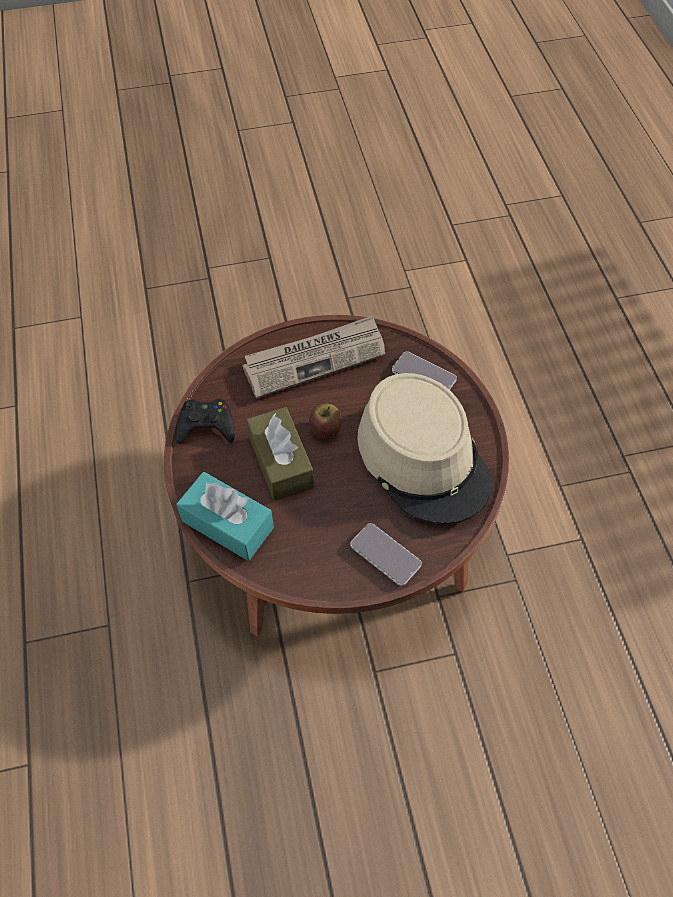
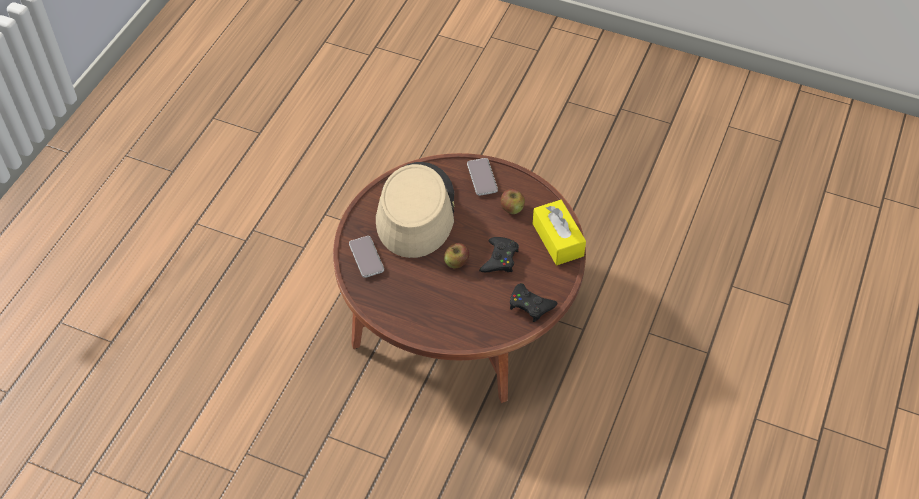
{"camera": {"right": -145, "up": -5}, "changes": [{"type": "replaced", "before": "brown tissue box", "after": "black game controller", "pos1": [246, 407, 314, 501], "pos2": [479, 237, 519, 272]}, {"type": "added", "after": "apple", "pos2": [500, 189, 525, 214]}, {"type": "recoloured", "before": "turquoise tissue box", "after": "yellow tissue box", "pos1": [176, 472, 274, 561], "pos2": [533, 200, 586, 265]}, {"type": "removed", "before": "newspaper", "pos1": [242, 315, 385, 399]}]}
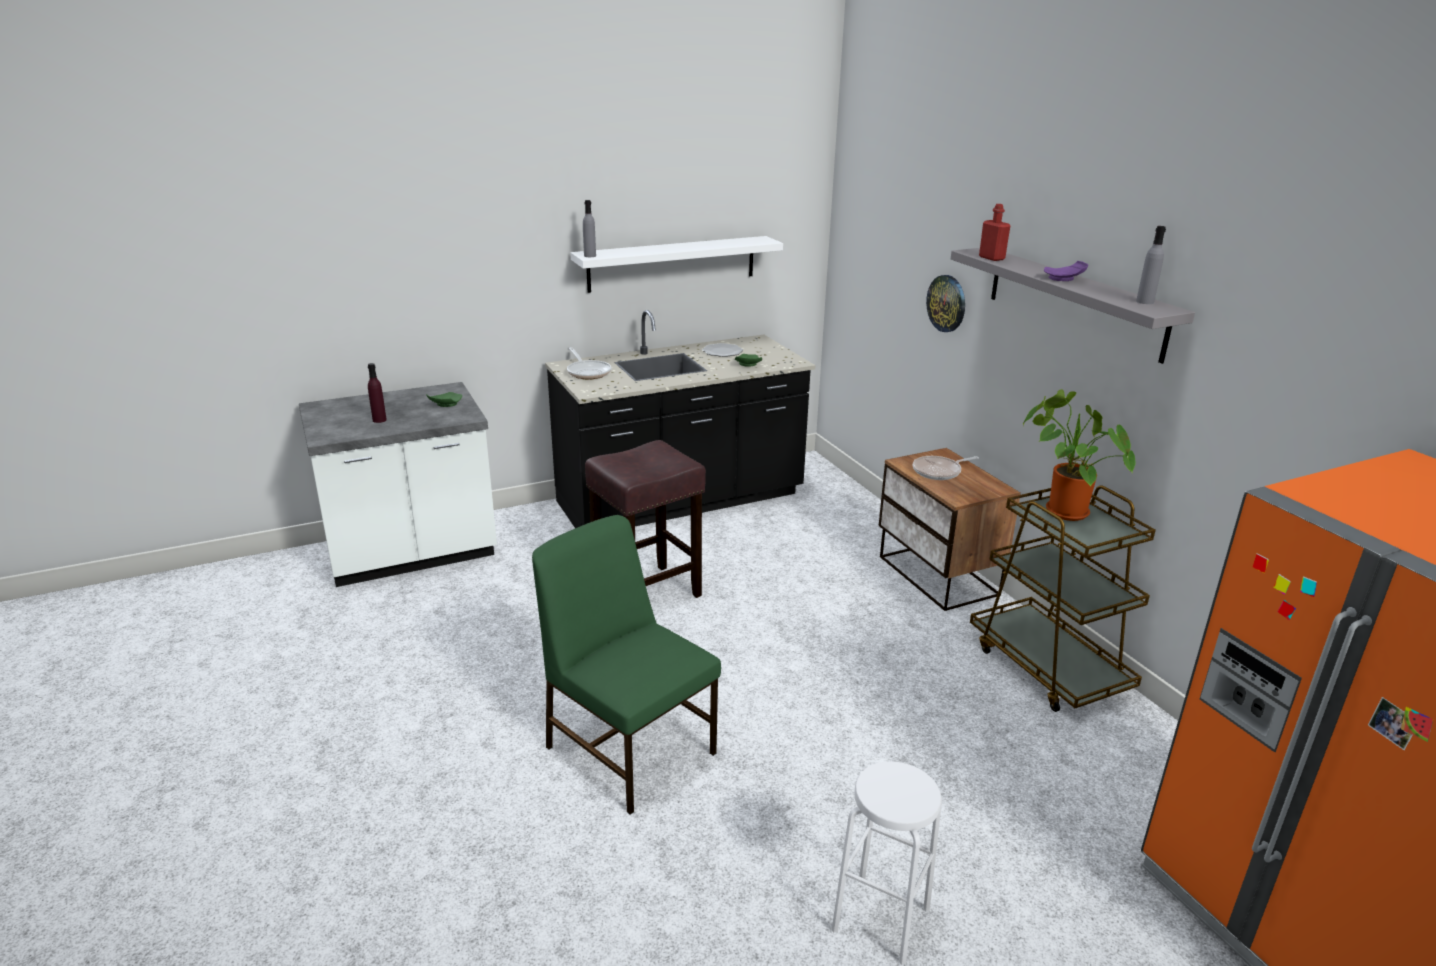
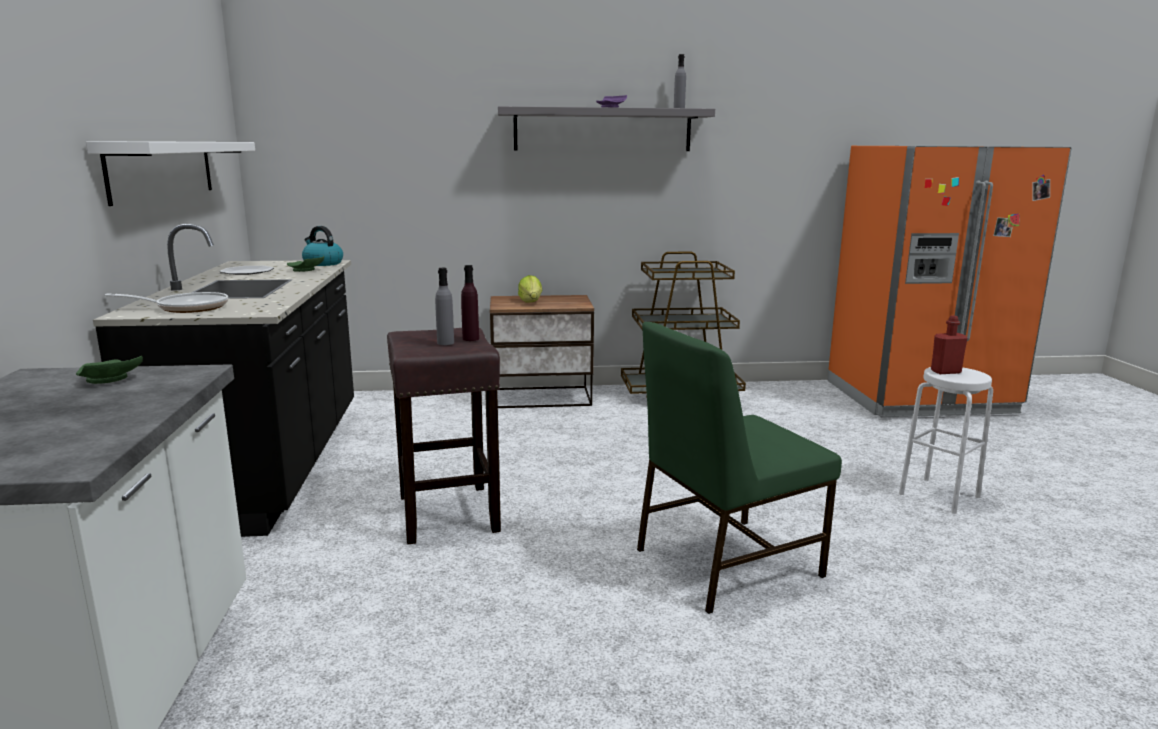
{"camera": {"right": -70, "up": -10}, "changes": [{"type": "added", "after": "kettle", "pos2": [302, 226, 343, 266]}, {"type": "moved", "before": "grey bottle", "pos1": [583, 200, 596, 257], "pos2": [435, 268, 454, 345]}, {"type": "moved", "before": "purple bottle", "pos1": [368, 363, 387, 423], "pos2": [461, 265, 479, 341]}, {"type": "replaced", "before": "frying pan", "after": "lettuce", "pos1": [913, 456, 979, 480], "pos2": [518, 275, 542, 303]}, {"type": "moved", "before": "red bottle", "pos1": [979, 204, 1011, 261], "pos2": [931, 316, 968, 374]}, {"type": "removed", "before": "wall clock", "pos1": [926, 275, 965, 332]}, {"type": "removed", "before": "potted plant", "pos1": [1023, 389, 1136, 521]}]}
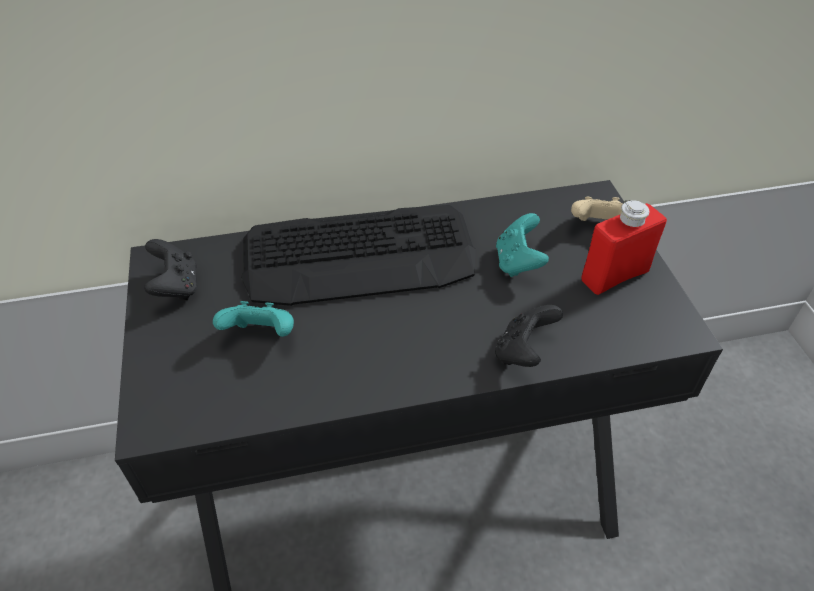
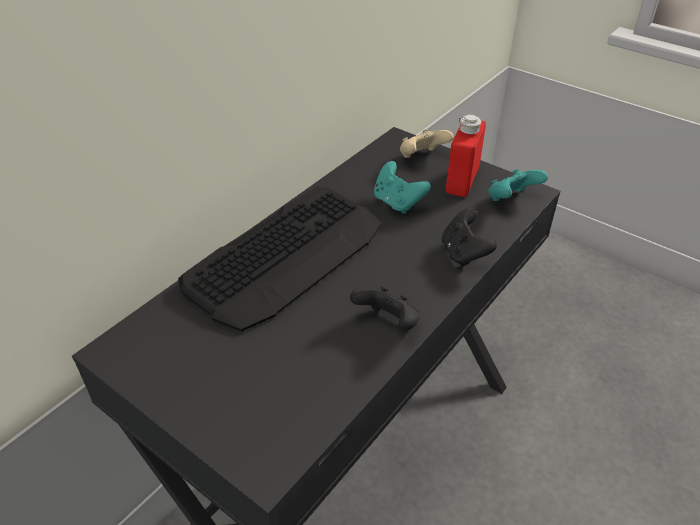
{"camera": {"right": -40, "up": -5}, "changes": [{"type": "moved", "before": "black game controller", "pos1": [144, 239, 198, 300], "pos2": [350, 287, 420, 330]}, {"type": "moved", "before": "turquoise game controller", "pos1": [213, 301, 294, 337], "pos2": [489, 169, 548, 201]}]}
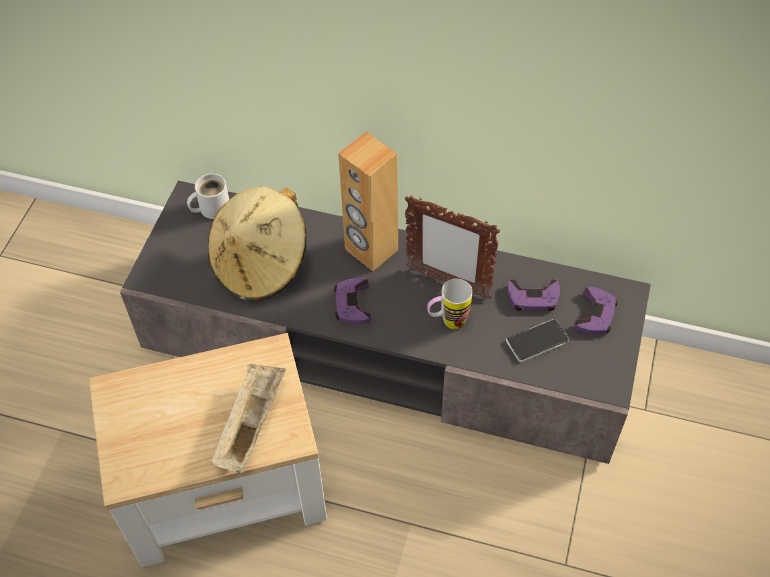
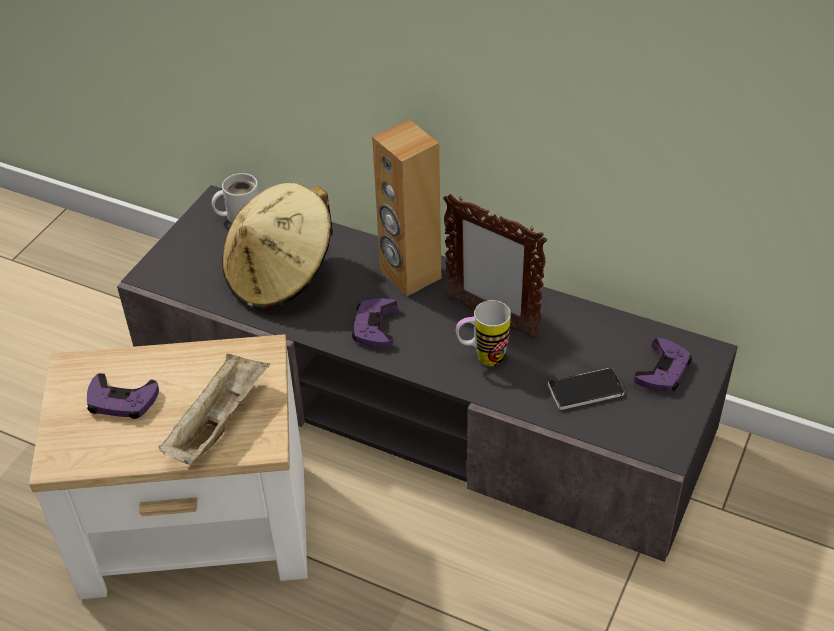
{"camera": {"right": 10, "up": -10}, "changes": [{"type": "moved", "before": "purple game controller", "pos1": [508, 279, 560, 311], "pos2": [87, 373, 159, 419]}]}
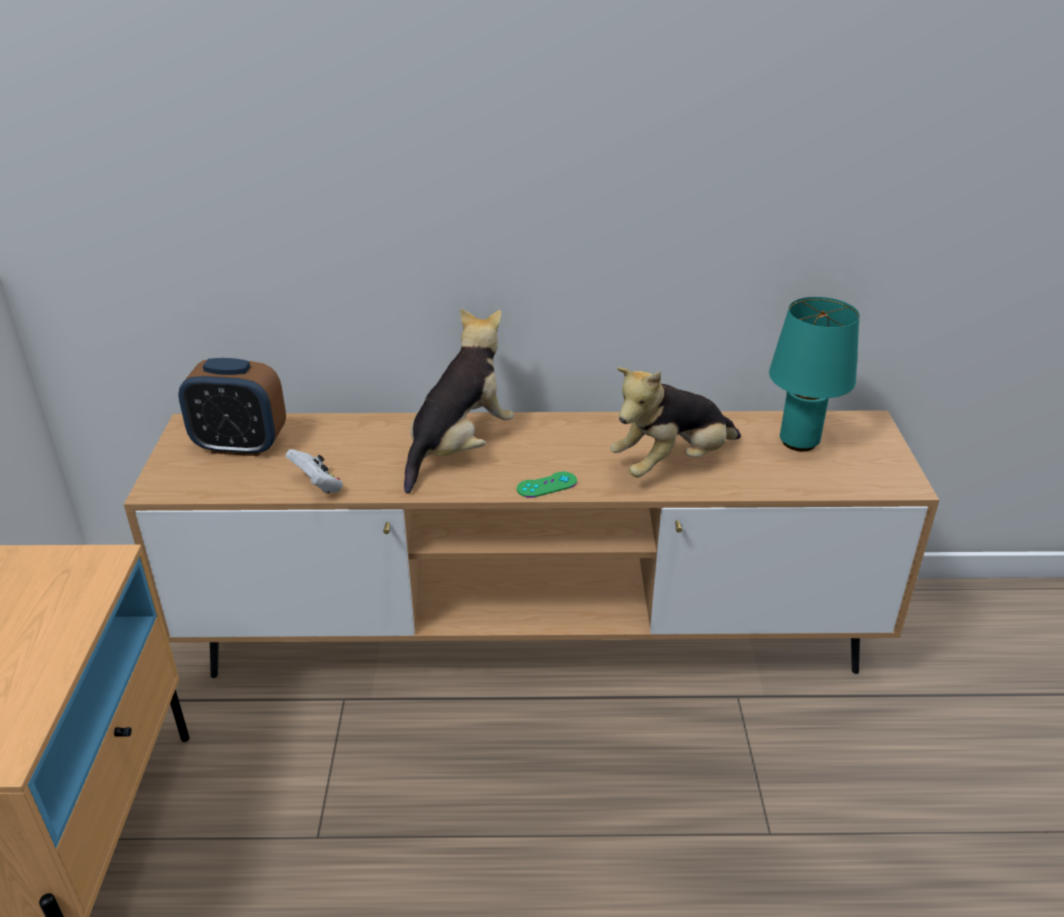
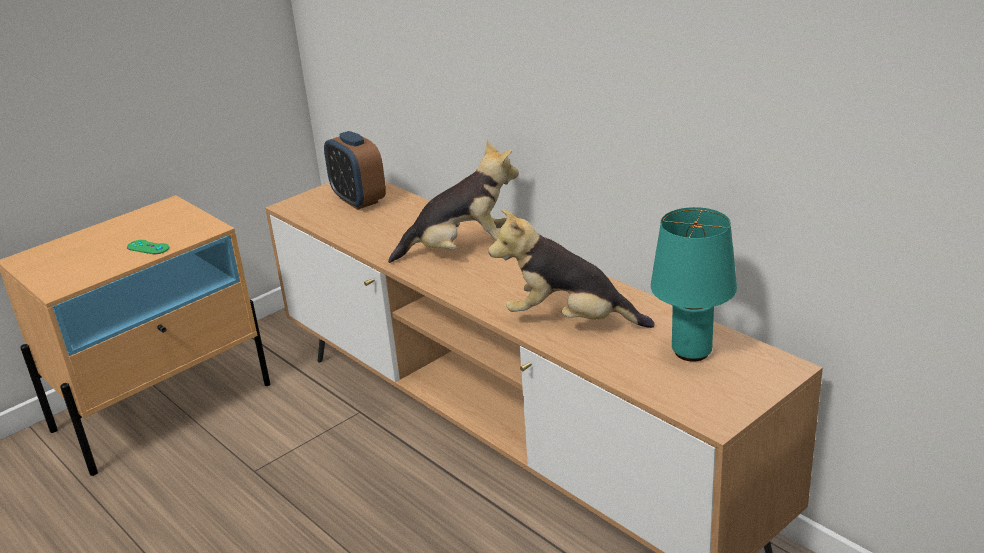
{"camera": {"right": 50, "up": -5}, "changes": [{"type": "moved", "before": "green game controller", "pos1": [517, 472, 577, 498], "pos2": [127, 240, 169, 254]}, {"type": "removed", "before": "white game controller", "pos1": [286, 449, 343, 494]}]}
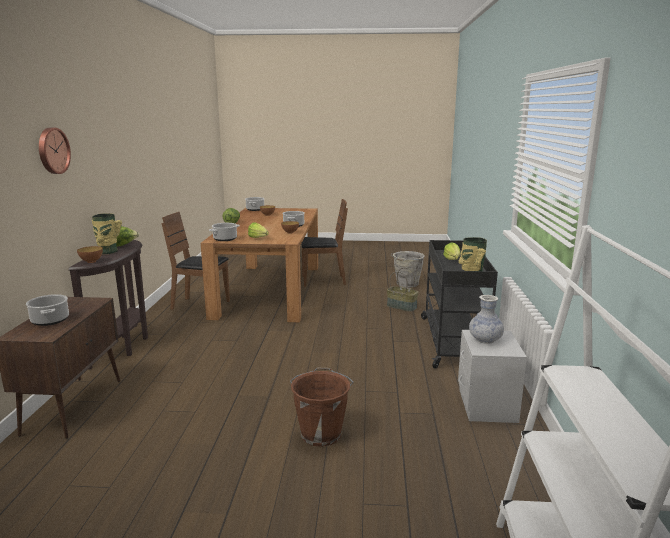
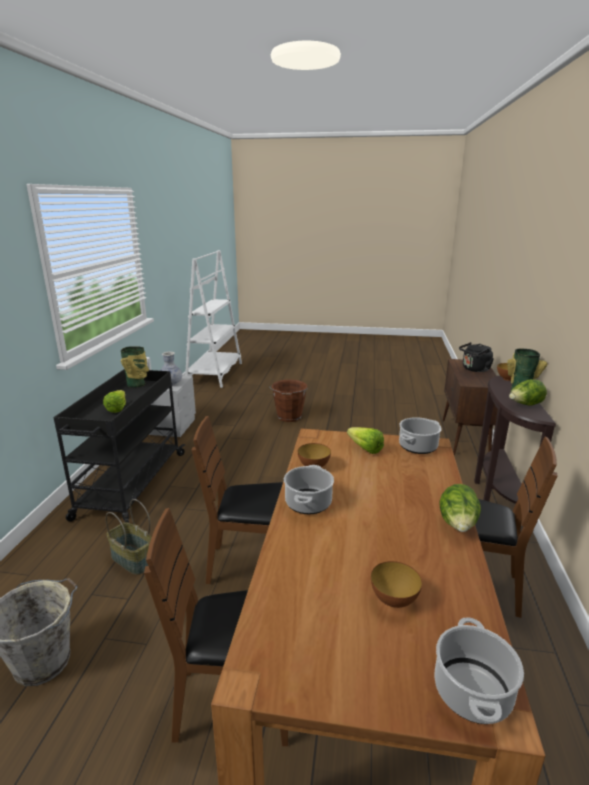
{"camera": {"right": -175, "up": 5}, "changes": [{"type": "added", "after": "brown chair", "pos2": [192, 416, 283, 584]}, {"type": "replaced", "before": "cooking pot", "after": "black kettle", "pos1": [26, 294, 69, 326], "pos2": [459, 342, 494, 372]}, {"type": "removed", "before": "wall clock", "pos1": [39, 128, 71, 174]}]}
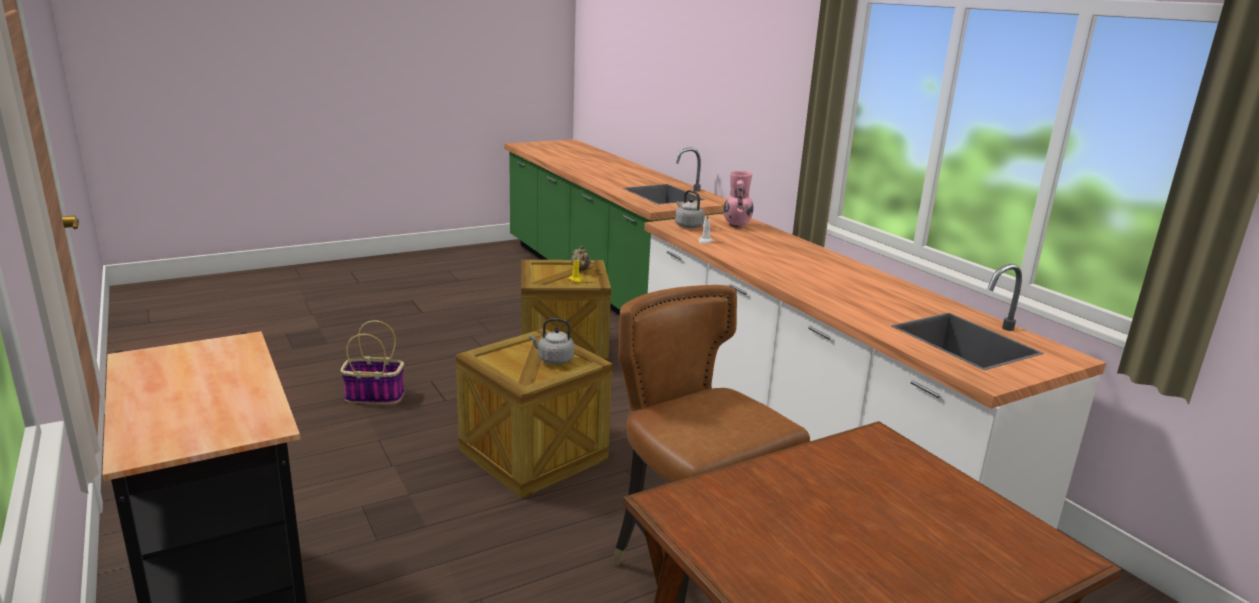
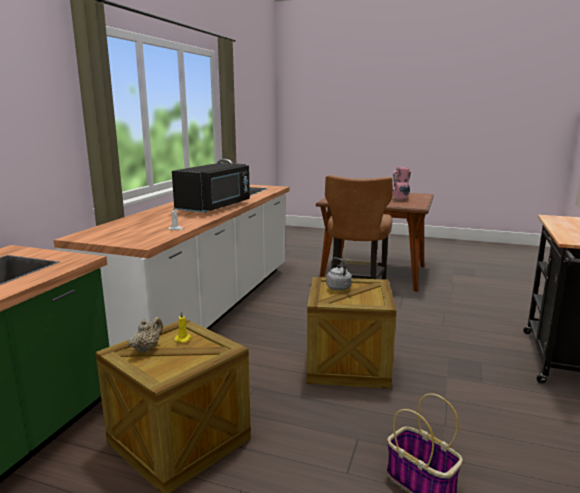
{"camera": {"right": -130, "up": -5}, "changes": [{"type": "added", "after": "black microwave", "pos2": [172, 163, 250, 213]}, {"type": "moved", "before": "pink vase", "pos1": [724, 171, 753, 228], "pos2": [392, 167, 411, 201]}, {"type": "removed", "before": "grey kettle", "pos1": [675, 190, 705, 228]}]}
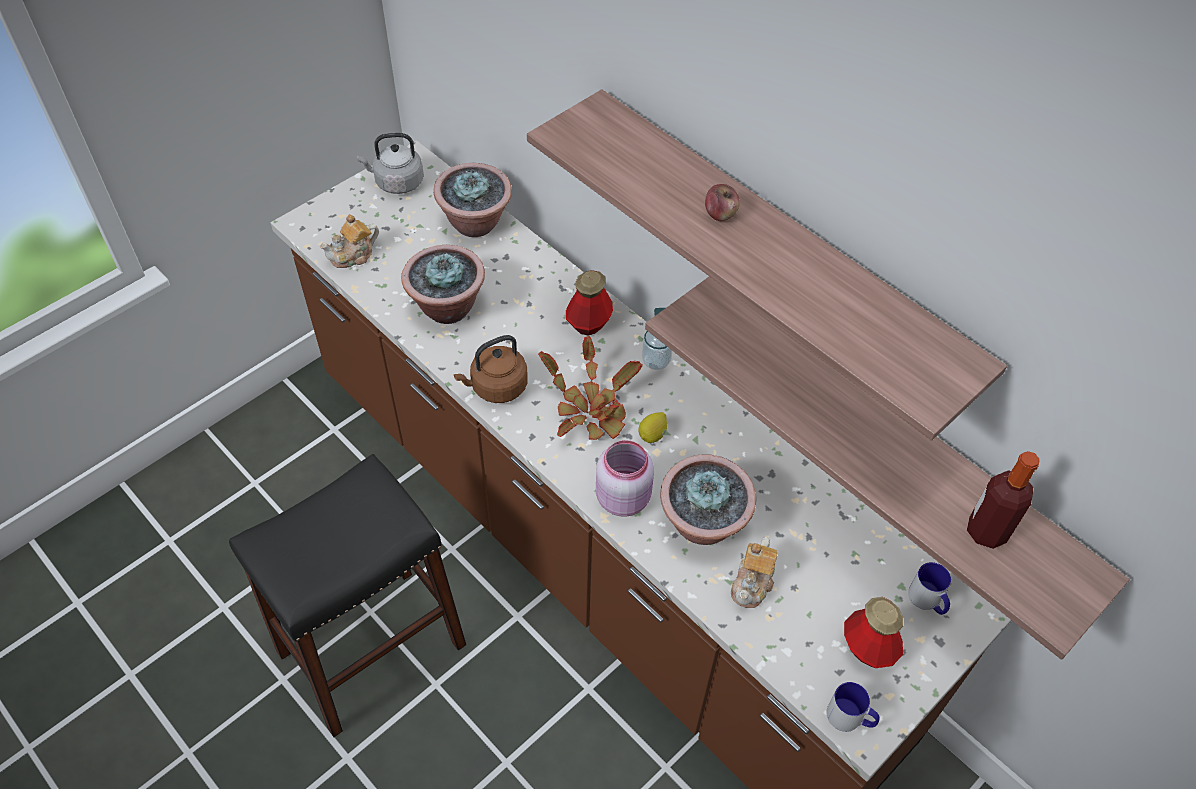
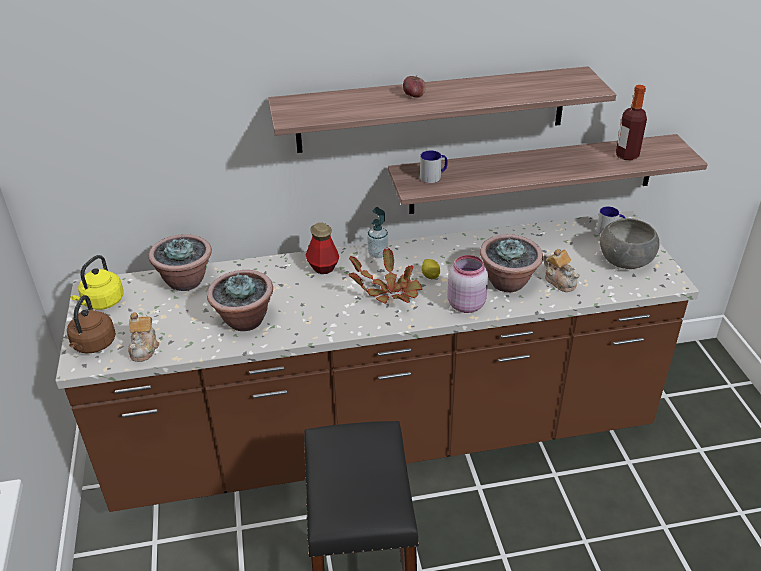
{"camera": {"right": -55, "up": -15}, "changes": [{"type": "moved", "before": "brown kettle", "pos1": [454, 335, 528, 403], "pos2": [67, 295, 116, 353]}, {"type": "recoloured", "before": "grey kettle", "after": "yellow kettle", "pos1": [357, 133, 424, 194], "pos2": [70, 255, 124, 310]}, {"type": "moved", "before": "mug", "pos1": [827, 682, 879, 732], "pos2": [420, 150, 448, 183]}, {"type": "replaced", "before": "bottle", "after": "grey bowl", "pos1": [844, 597, 903, 668], "pos2": [600, 218, 659, 269]}]}
